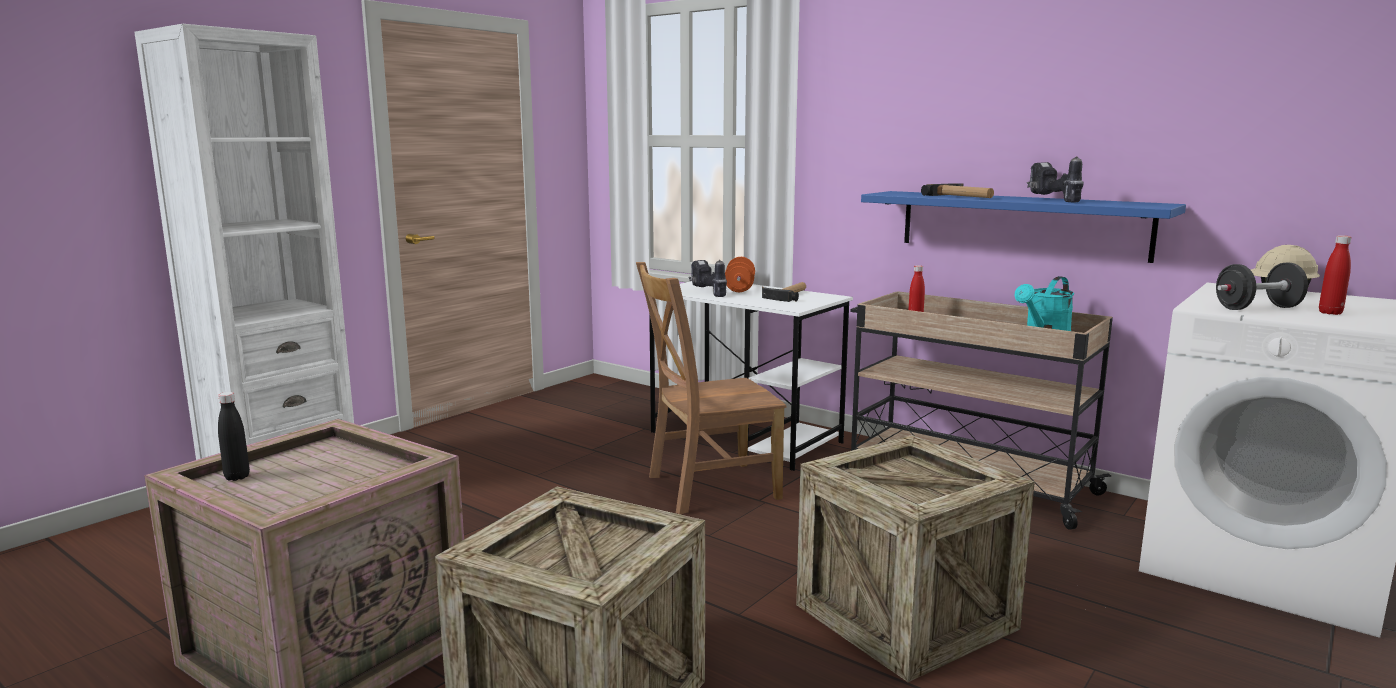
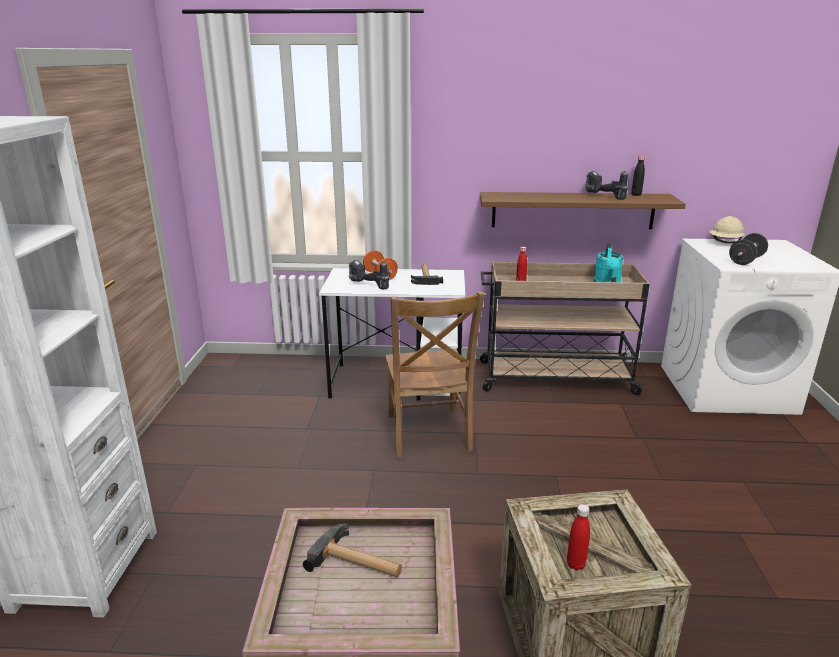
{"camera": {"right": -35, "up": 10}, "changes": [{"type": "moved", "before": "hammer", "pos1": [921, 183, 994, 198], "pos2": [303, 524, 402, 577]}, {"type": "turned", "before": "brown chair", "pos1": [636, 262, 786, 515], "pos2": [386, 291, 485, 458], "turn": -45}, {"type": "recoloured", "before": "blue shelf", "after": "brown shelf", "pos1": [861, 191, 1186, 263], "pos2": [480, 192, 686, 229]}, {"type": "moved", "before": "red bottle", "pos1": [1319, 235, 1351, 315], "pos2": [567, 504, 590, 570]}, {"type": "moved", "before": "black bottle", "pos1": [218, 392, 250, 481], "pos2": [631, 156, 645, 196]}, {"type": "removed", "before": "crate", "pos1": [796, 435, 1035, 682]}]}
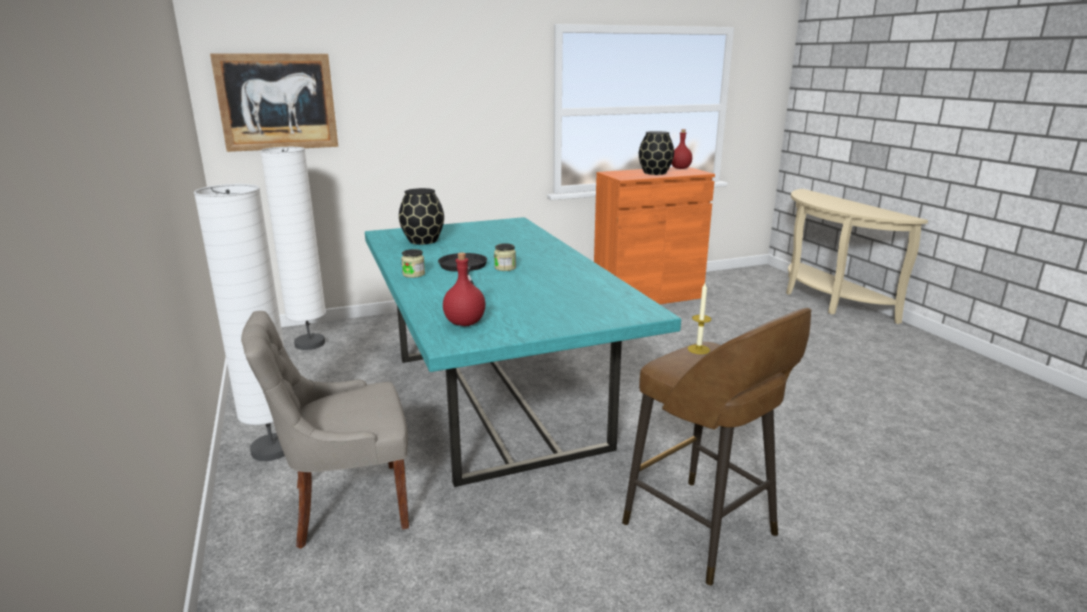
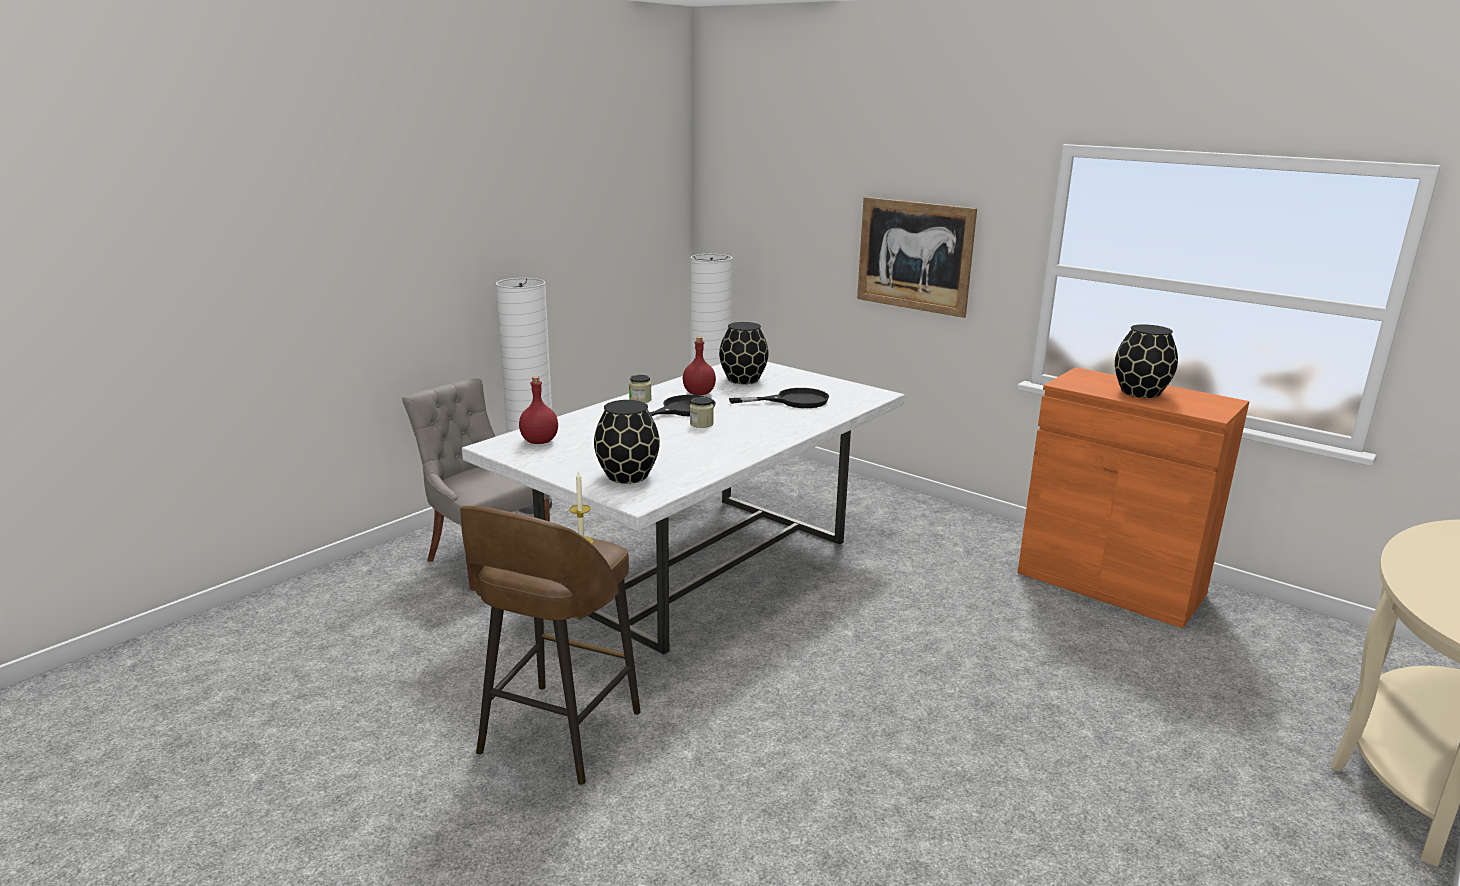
{"camera": {"right": 60, "up": 0}, "changes": [{"type": "recoloured", "before": "turquoise dining table", "after": "white dining table", "pos1": [365, 217, 681, 487], "pos2": [462, 362, 905, 654]}, {"type": "added", "after": "black vase", "pos2": [594, 400, 660, 484]}, {"type": "moved", "before": "red bottle", "pos1": [671, 129, 692, 169], "pos2": [683, 337, 716, 395]}, {"type": "added", "after": "black frying pan", "pos2": [729, 388, 829, 408]}, {"type": "moved", "before": "picture", "pos1": [210, 54, 338, 152], "pos2": [857, 197, 977, 318]}]}
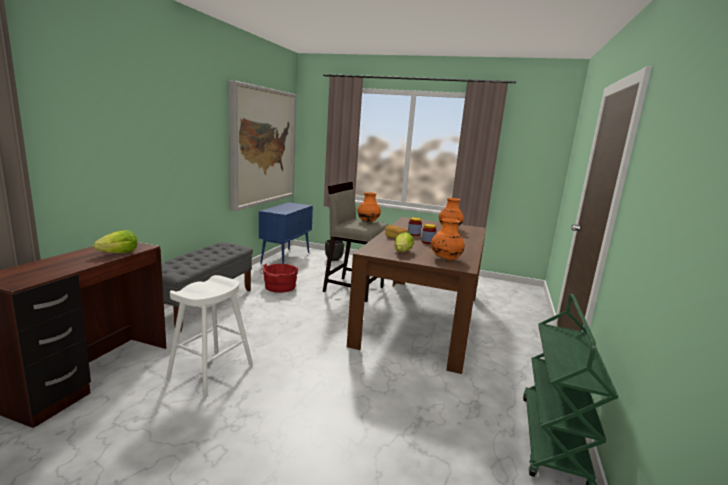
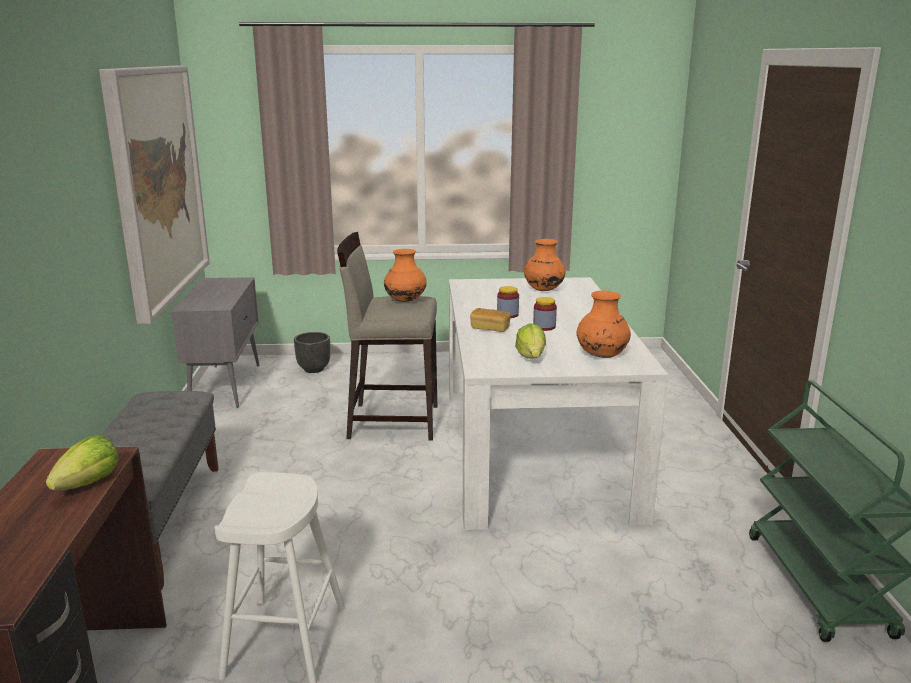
{"camera": {"right": -20, "up": 5}, "changes": [{"type": "recoloured", "before": "blue cabinet", "after": "grey cabinet", "pos1": [259, 202, 313, 264], "pos2": [171, 277, 260, 408]}, {"type": "recoloured", "before": "brown dining table", "after": "white dining table", "pos1": [347, 217, 486, 374], "pos2": [449, 277, 668, 530]}, {"type": "removed", "before": "red bucket", "pos1": [260, 264, 298, 293]}]}
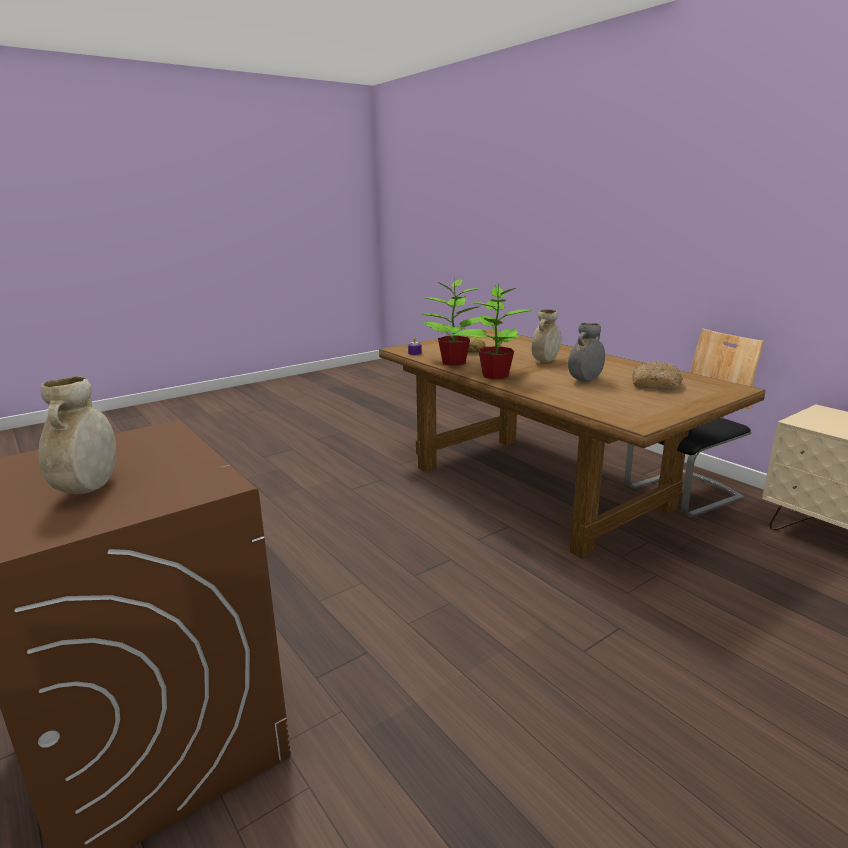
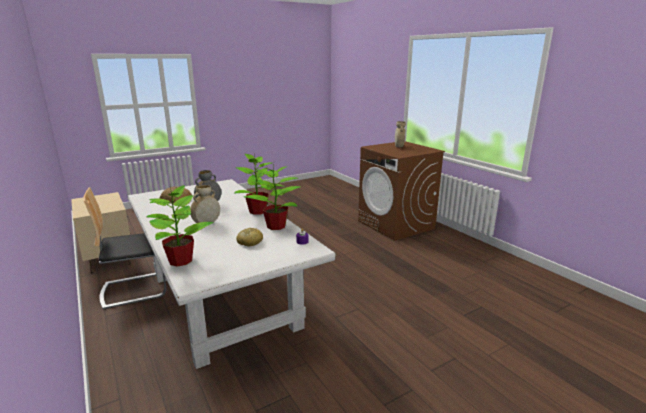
{"camera": {"right": -175, "up": 0}, "changes": [{"type": "recoloured", "before": "brown dining table", "after": "white dining table", "pos1": [379, 329, 766, 558], "pos2": [128, 179, 335, 369]}, {"type": "added", "after": "potted plant", "pos2": [146, 184, 214, 267]}]}
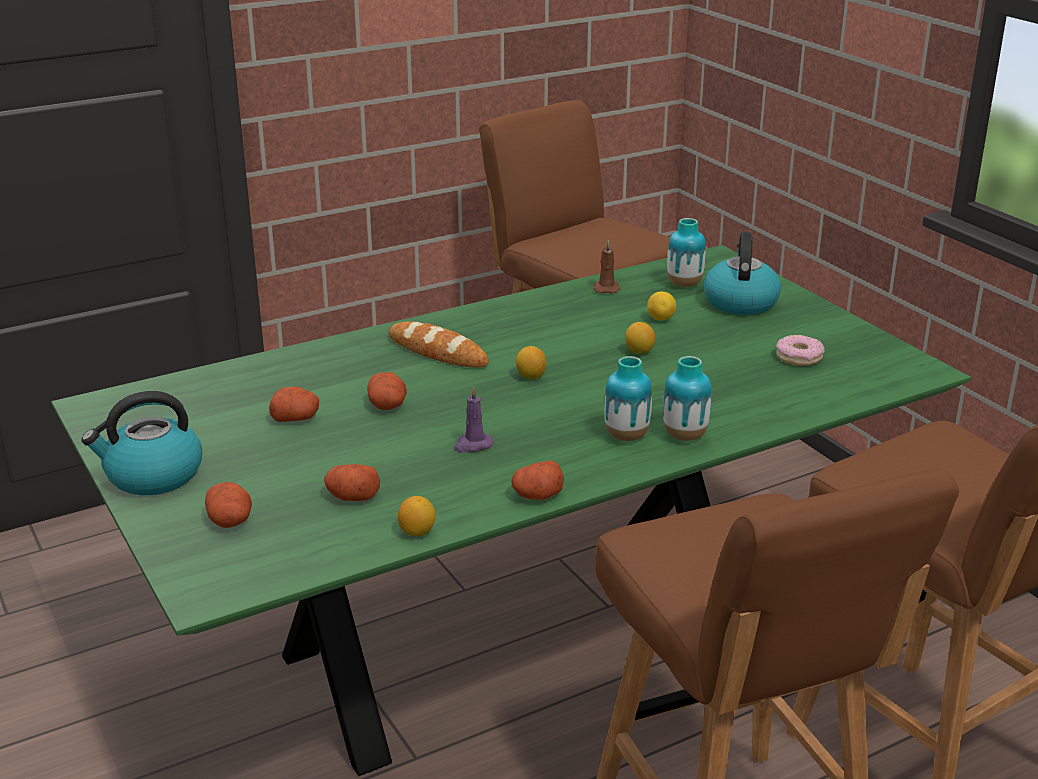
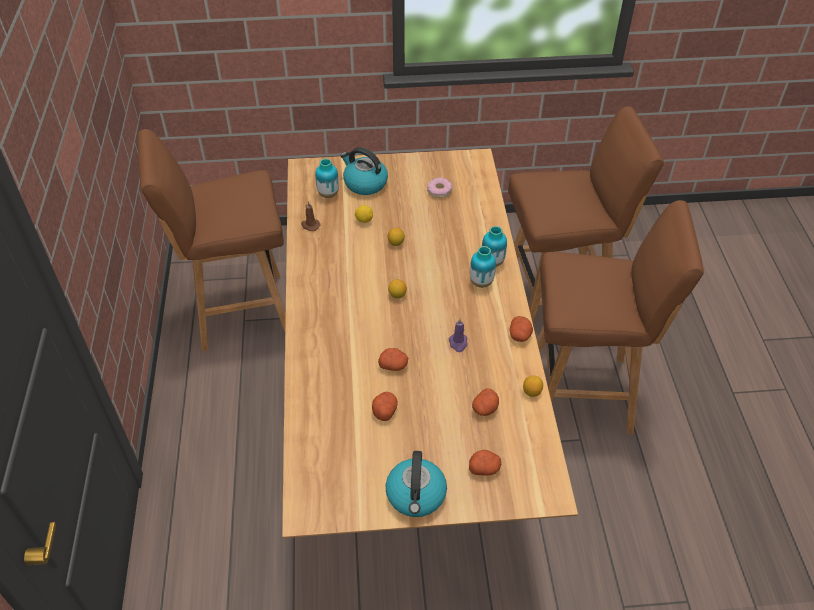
{"camera": {"right": -65, "up": 20}, "changes": [{"type": "recoloured", "before": "green dining table", "after": "brown dining table", "pos1": [51, 245, 971, 776], "pos2": [282, 148, 578, 538]}, {"type": "removed", "before": "bread", "pos1": [389, 321, 489, 368]}]}
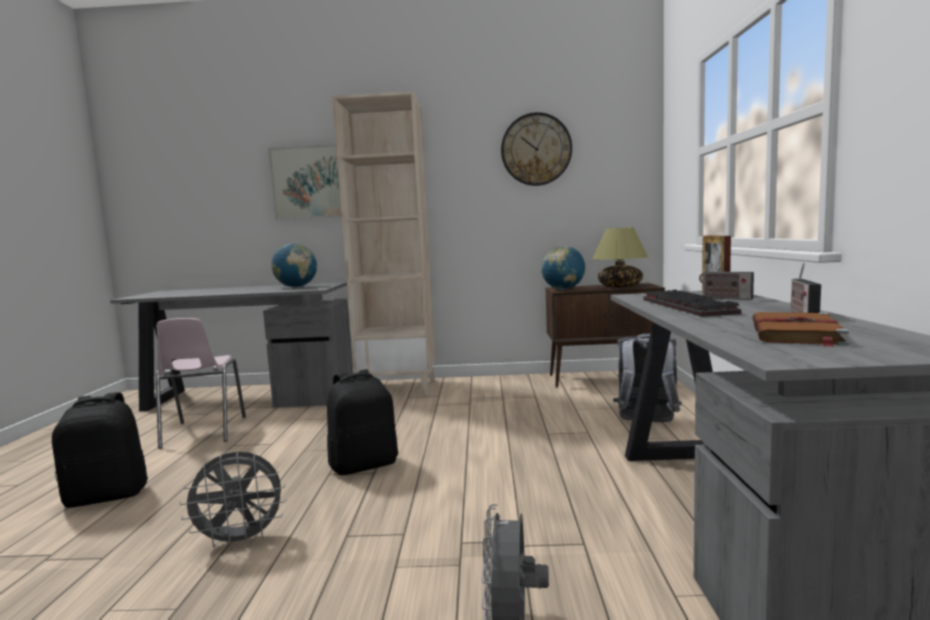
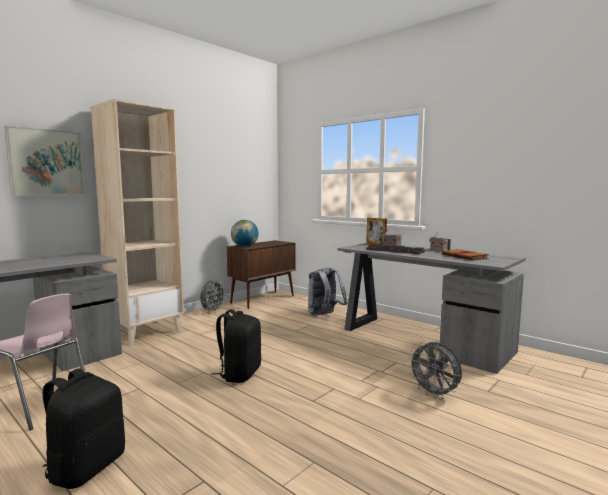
{"camera": {"right": -50, "up": 0}, "changes": [{"type": "moved", "before": "grey fan", "pos1": [179, 452, 287, 549], "pos2": [200, 280, 226, 313]}, {"type": "removed", "before": "globe", "pos1": [272, 243, 317, 287]}, {"type": "removed", "before": "wall clock", "pos1": [501, 112, 572, 186]}, {"type": "removed", "before": "table lamp", "pos1": [592, 227, 648, 287]}]}
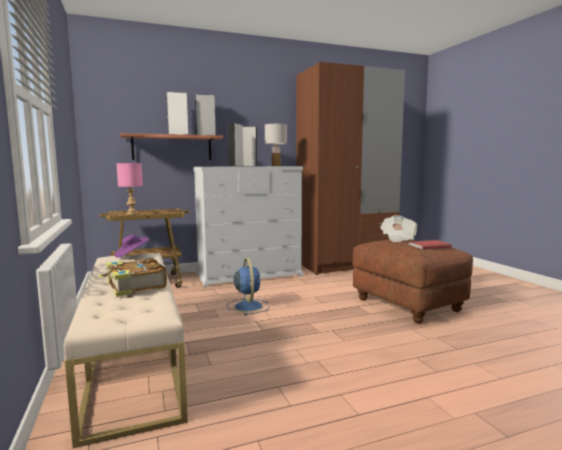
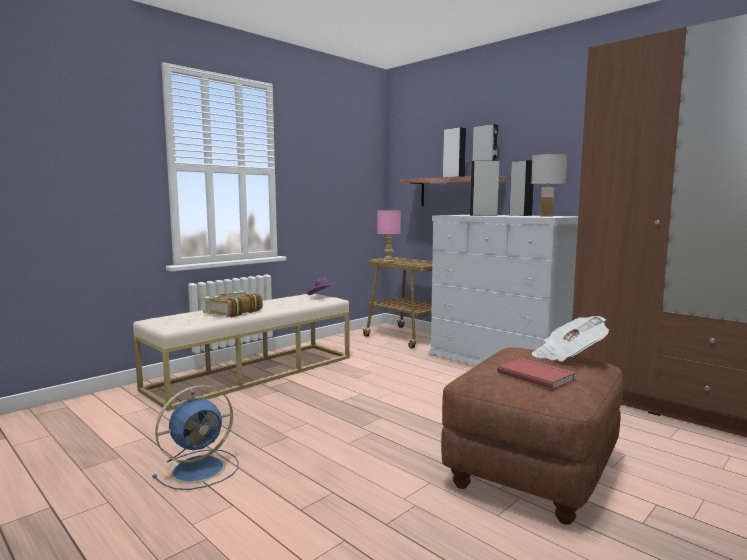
{"camera": {"right": 65, "up": 0}, "changes": [{"type": "moved", "before": "blue fan", "pos1": [226, 258, 270, 315], "pos2": [152, 385, 239, 490]}]}
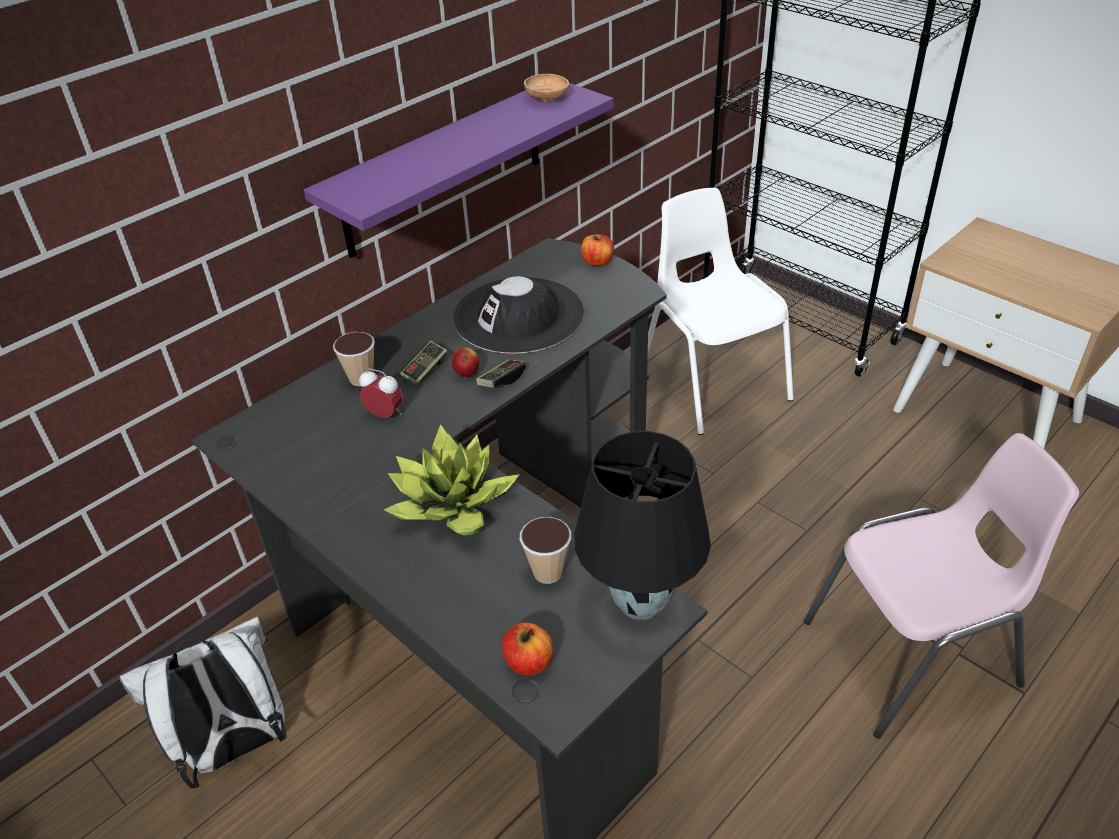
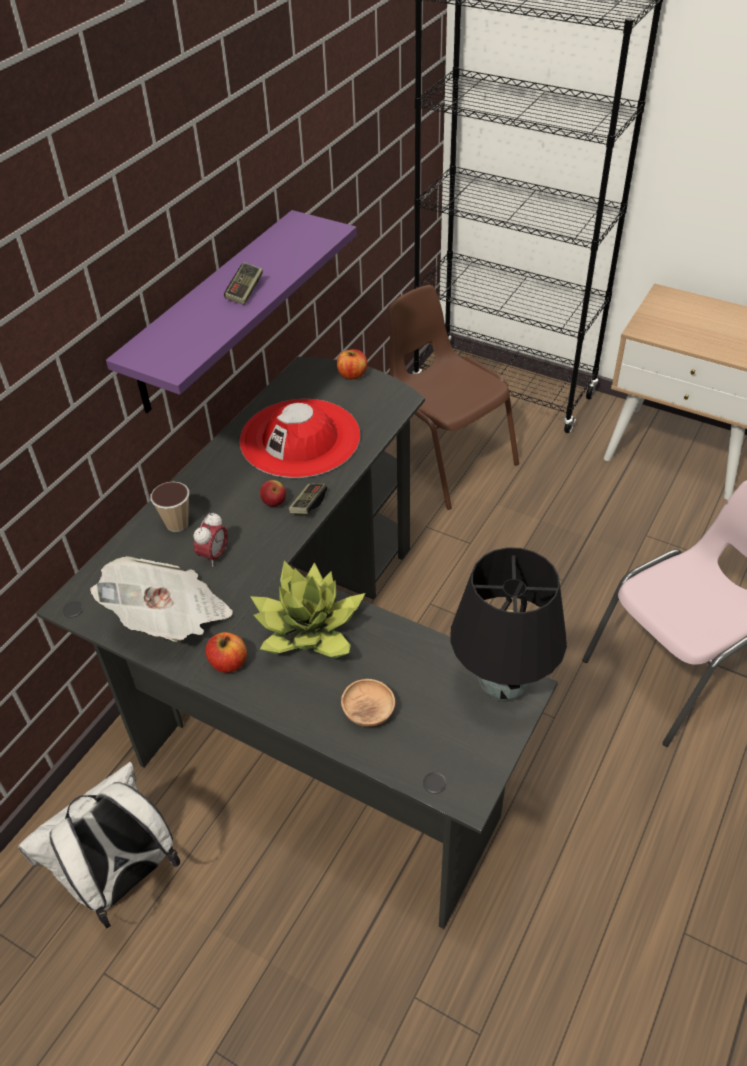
{"camera": {"right": -15, "up": 5}, "changes": [{"type": "added", "after": "newspaper", "pos2": [90, 556, 233, 642]}, {"type": "turned", "before": "alarm clock", "pos1": [359, 369, 403, 418], "pos2": [193, 512, 228, 567], "turn": 105}, {"type": "moved", "before": "apple", "pos1": [502, 623, 553, 675], "pos2": [205, 632, 247, 673]}, {"type": "moved", "before": "game controller", "pos1": [400, 341, 448, 387], "pos2": [224, 262, 263, 305]}, {"type": "recoloured", "before": "black hat", "after": "red hat", "pos1": [453, 276, 584, 354], "pos2": [240, 399, 360, 478]}, {"type": "moved", "before": "brown bowl", "pos1": [524, 74, 569, 102], "pos2": [341, 679, 395, 727]}, {"type": "recoloured", "before": "white chair", "after": "brown chair", "pos1": [648, 188, 794, 435], "pos2": [387, 285, 519, 510]}, {"type": "removed", "before": "cup", "pos1": [520, 517, 571, 584]}]}
